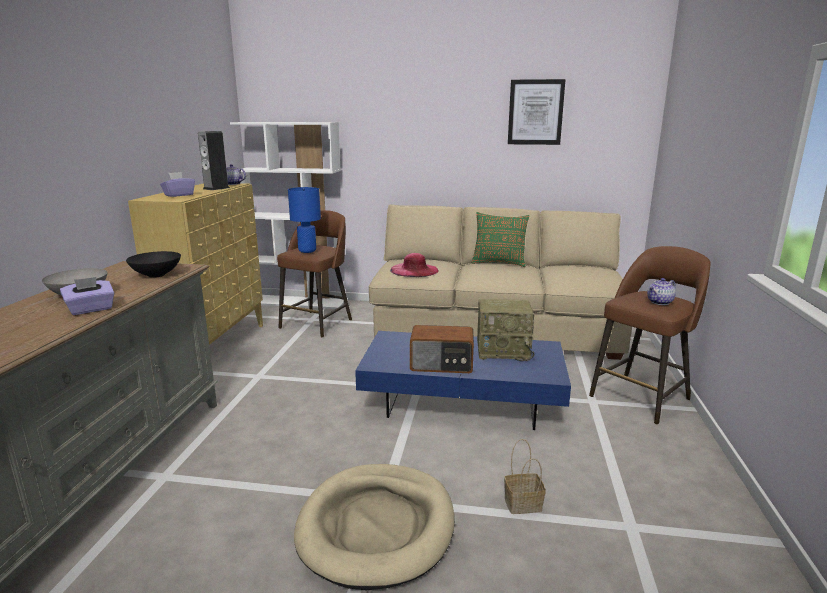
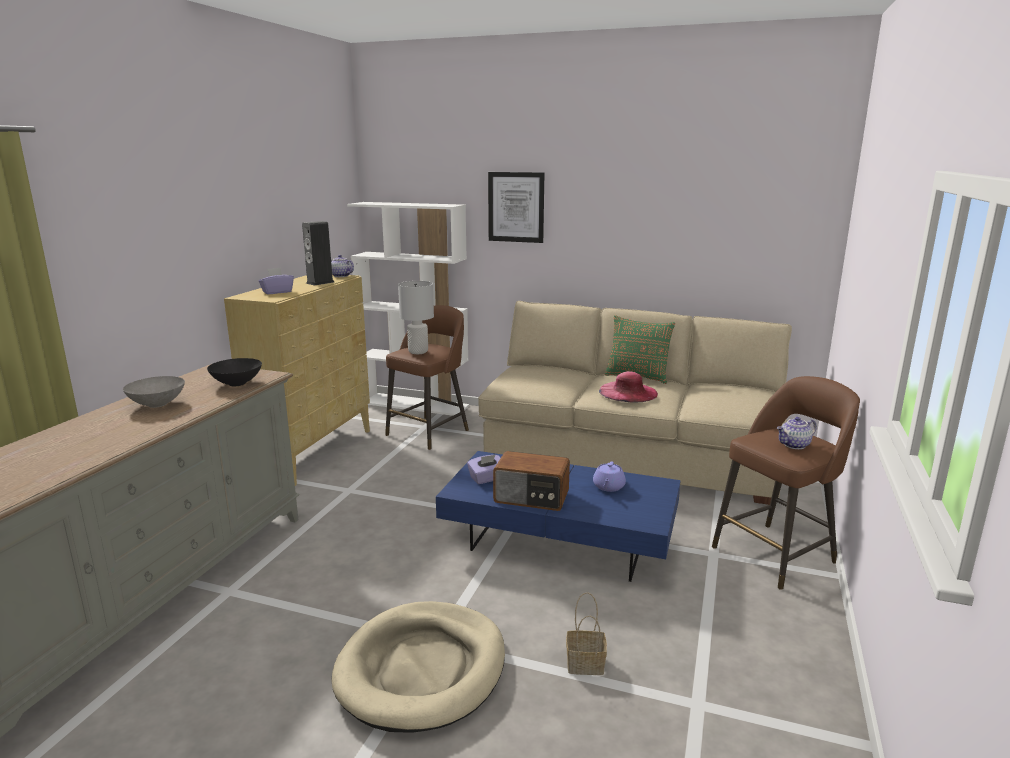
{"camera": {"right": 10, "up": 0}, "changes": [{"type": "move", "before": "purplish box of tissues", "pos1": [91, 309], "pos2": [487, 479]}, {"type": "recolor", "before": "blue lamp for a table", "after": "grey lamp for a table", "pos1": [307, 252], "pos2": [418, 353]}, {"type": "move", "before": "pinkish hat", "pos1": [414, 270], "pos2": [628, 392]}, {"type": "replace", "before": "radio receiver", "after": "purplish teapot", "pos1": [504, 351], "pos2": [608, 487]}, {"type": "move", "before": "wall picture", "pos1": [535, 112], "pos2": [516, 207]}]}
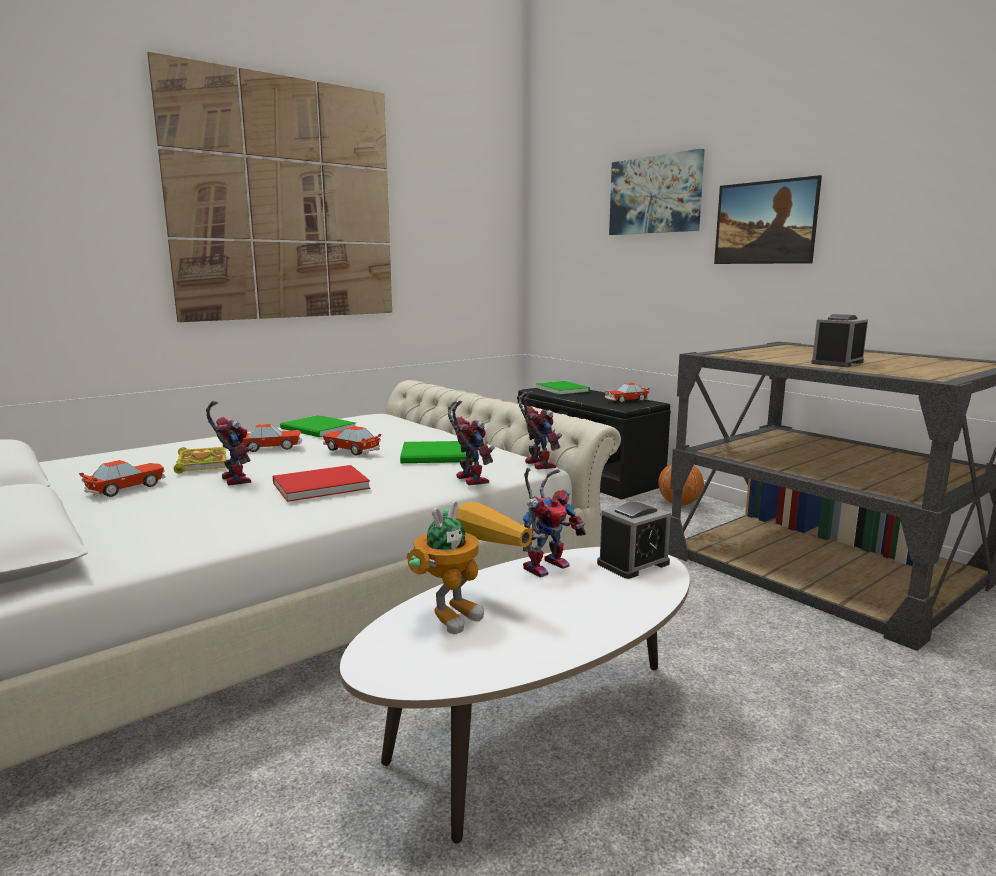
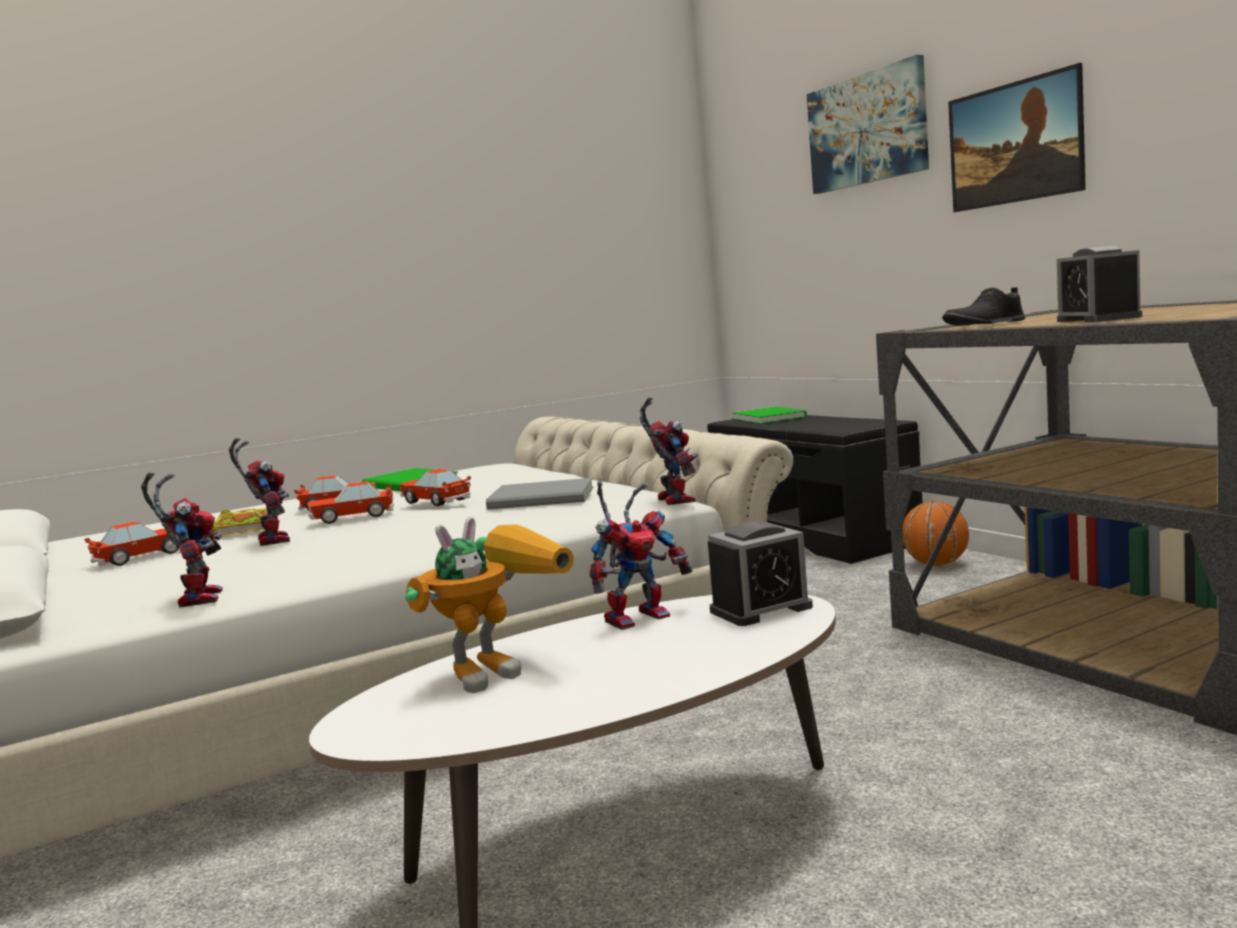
{"camera": {"right": 10, "up": -5}, "changes": [{"type": "delete", "before": "wall picture", "pos1": [285, 201]}, {"type": "delete", "before": "red-coloured volume", "pos1": [317, 485]}, {"type": "recolor", "before": "greenish volume", "after": "grey volume", "pos1": [440, 455], "pos2": [544, 498]}, {"type": "move", "before": "model robot", "pos1": [468, 479], "pos2": [196, 598]}, {"type": "move", "before": "toy car", "pos1": [626, 401], "pos2": [352, 517]}, {"type": "rotate", "before": "bedside clock", "pos1": [837, 363], "pos2": [1098, 319], "turn": -60}, {"type": "insert", "after": "black-coloured low shoe", "pos2": [984, 324]}]}
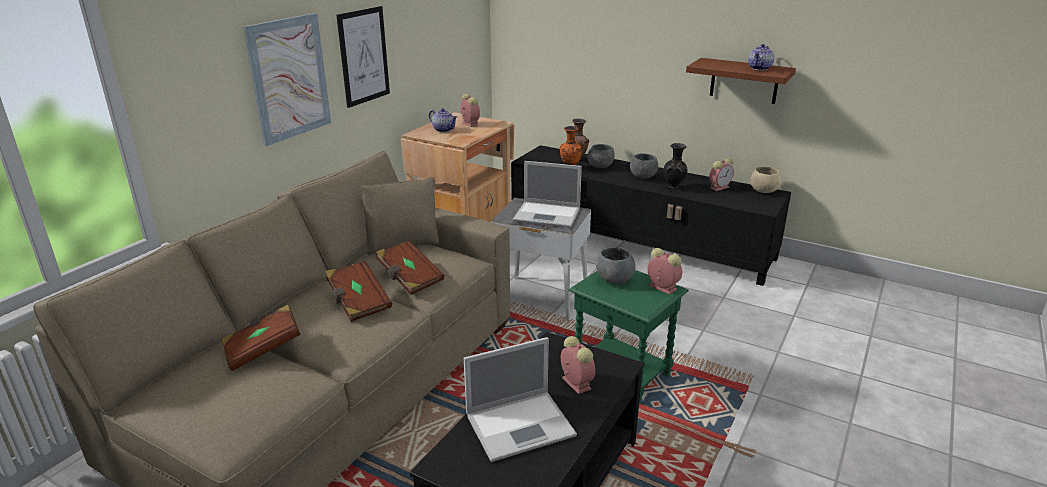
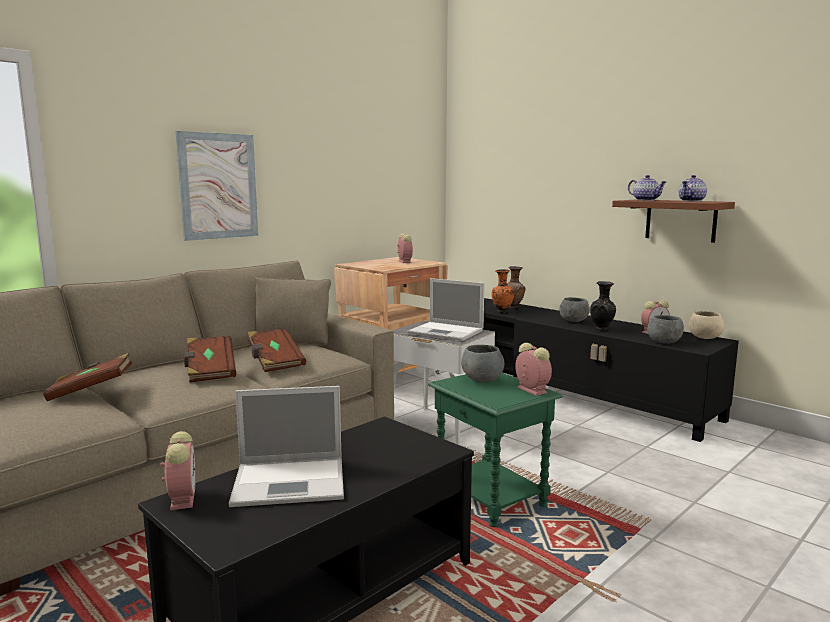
{"camera": {"right": 15, "up": -15}, "changes": [{"type": "delete", "before": "wall picture", "pos1": [363, 56]}, {"type": "move", "before": "teapot", "pos1": [444, 130], "pos2": [646, 200]}, {"type": "move", "before": "bedside clock", "pos1": [575, 382], "pos2": [182, 498]}, {"type": "move", "before": "grey bowl", "pos1": [600, 166], "pos2": [664, 342]}]}
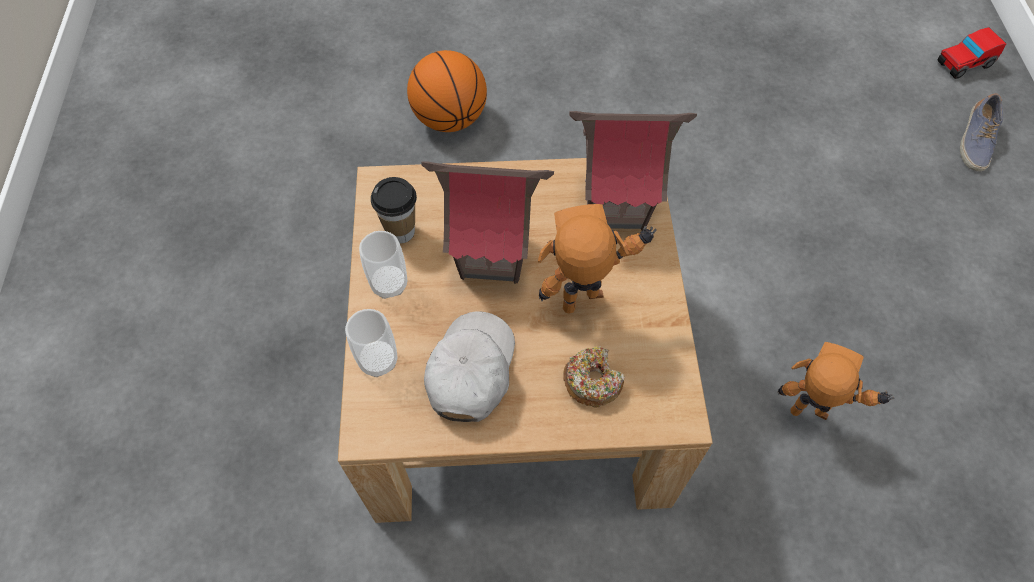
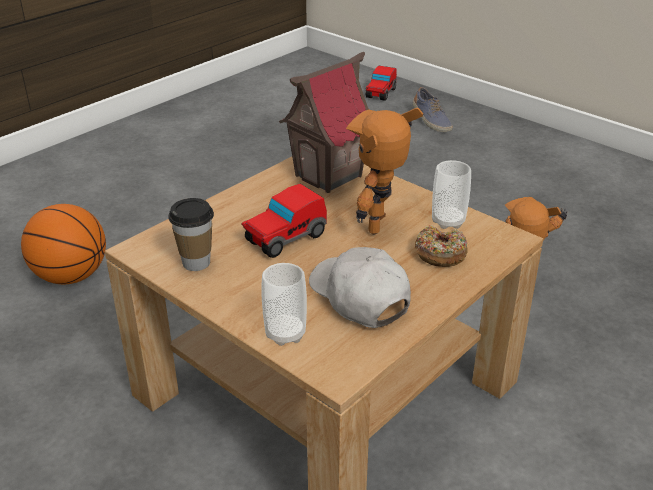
{"camera": {"right": -45, "up": -25}, "changes": [{"type": "move", "before": "cup", "pos1": [389, 284], "pos2": [448, 221]}, {"type": "replace", "before": "toy house", "after": "toy car", "pos1": [492, 258], "pos2": [285, 238]}]}
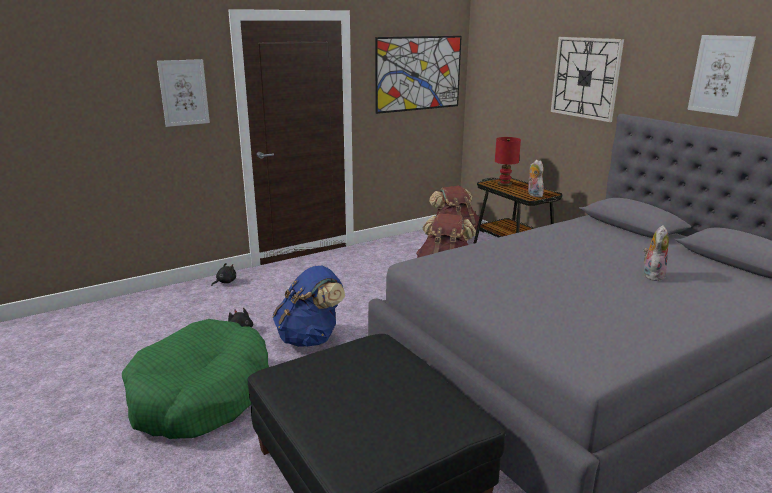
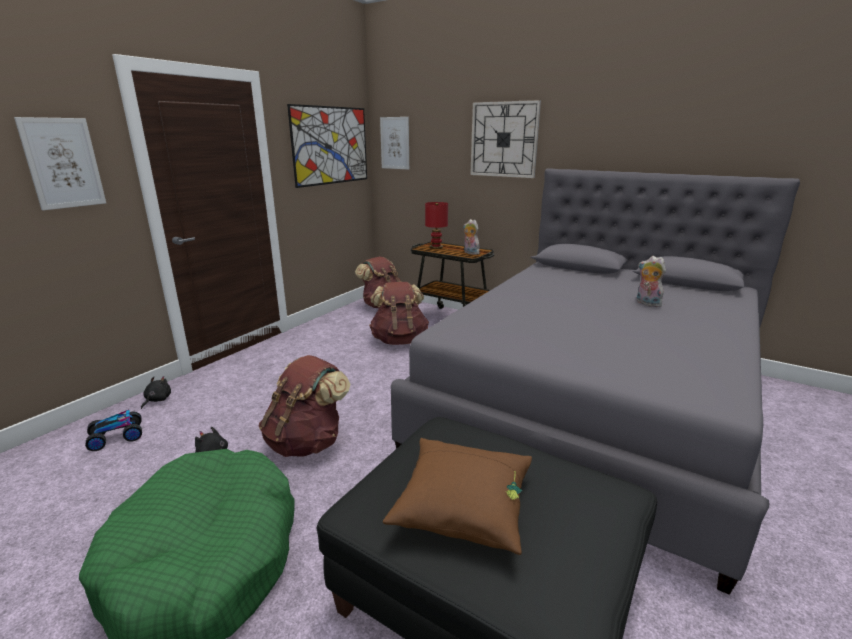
{"camera": {"right": -25, "up": 0}, "changes": [{"type": "recolor", "before": "blue rucksack", "after": "brown-coloured rucksack", "pos1": [310, 338], "pos2": [307, 442]}, {"type": "rotate", "before": "cuddly toy", "pos1": [652, 275], "pos2": [646, 303], "turn": -45}, {"type": "move", "before": "wall picture", "pos1": [720, 75], "pos2": [395, 143]}, {"type": "insert", "after": "toy car", "pos2": [116, 437]}, {"type": "insert", "after": "brown-coloured throw pillow", "pos2": [462, 507]}]}
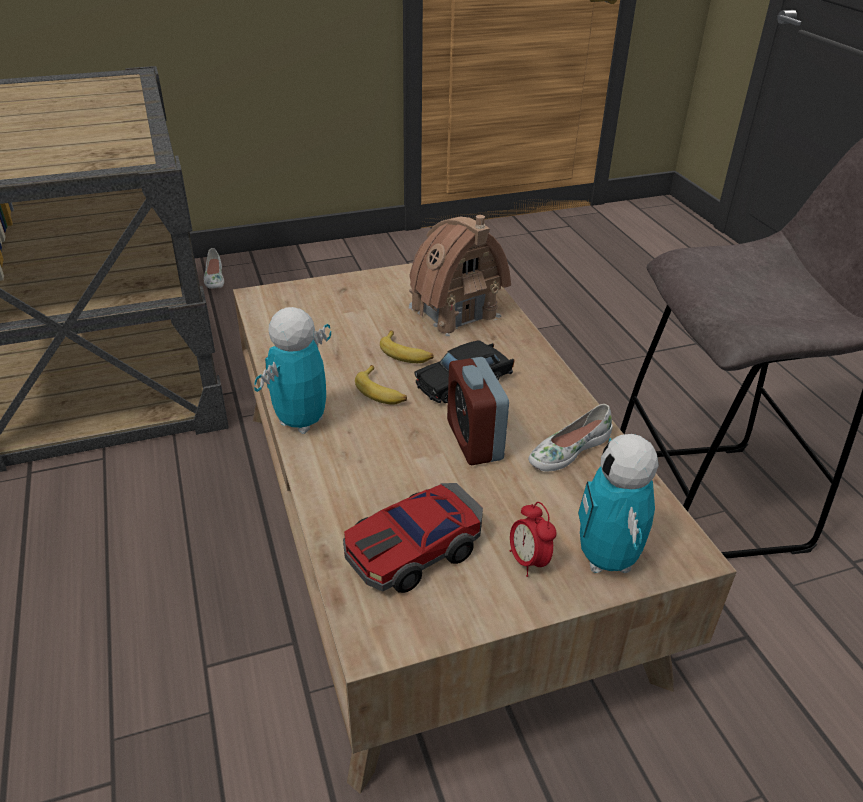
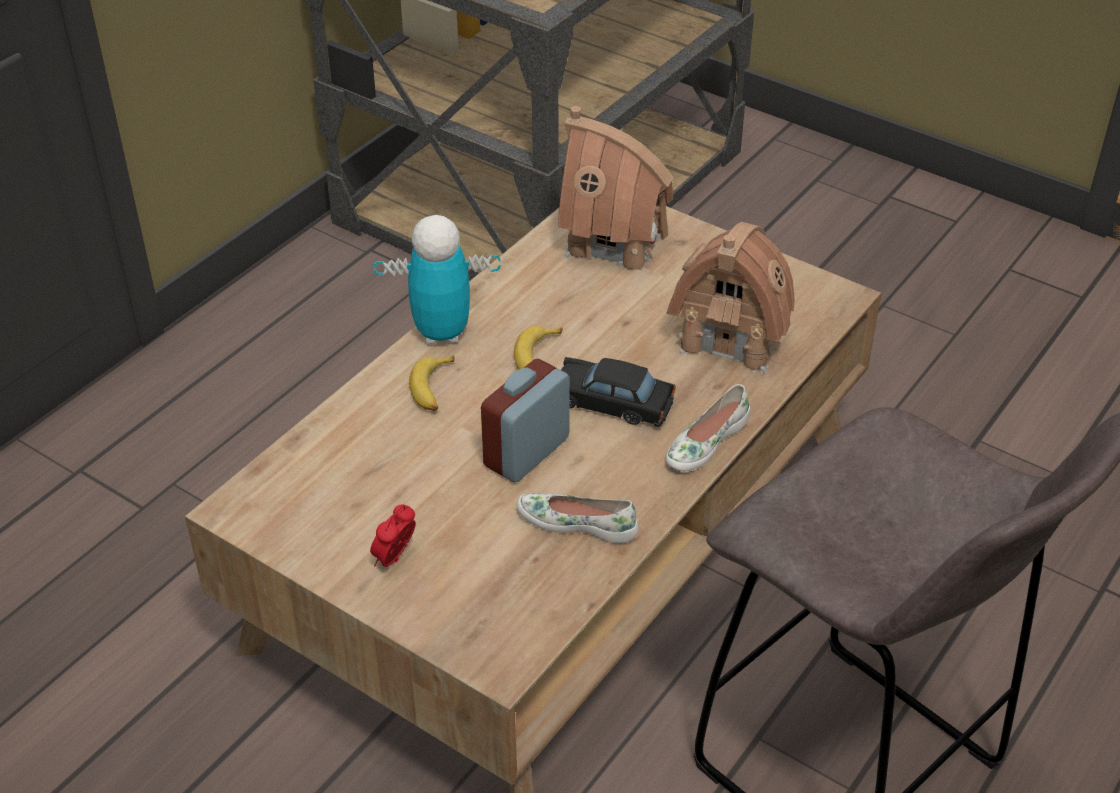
{"camera": {"right": 55, "up": 5}, "changes": [{"type": "move", "before": "white low shoe", "pos1": [214, 278], "pos2": [705, 442]}, {"type": "delete", "before": "toy car", "pos1": [414, 550]}, {"type": "move", "before": "banana", "pos1": [406, 353], "pos2": [433, 389]}, {"type": "delete", "before": "model robot", "pos1": [607, 560]}, {"type": "insert", "after": "toy house", "pos2": [614, 240]}]}
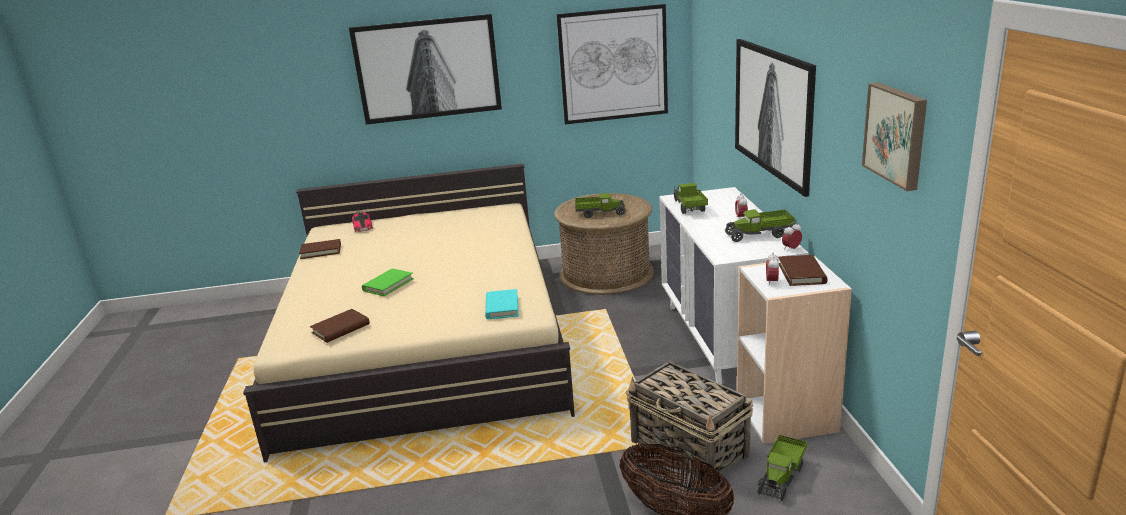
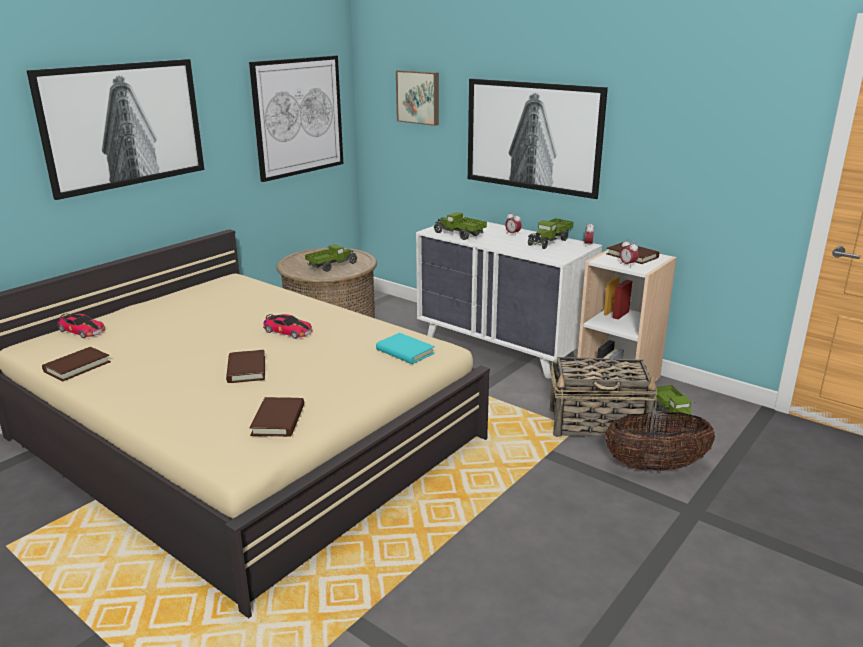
{"camera": {"right": -45, "up": 0}, "changes": [{"type": "recolor", "before": "greenish volume", "after": "brown-coloured volume", "pos1": [388, 285], "pos2": [246, 369]}, {"type": "move", "before": "wall picture", "pos1": [897, 134], "pos2": [419, 97]}, {"type": "insert", "after": "toy car", "pos2": [288, 331]}]}
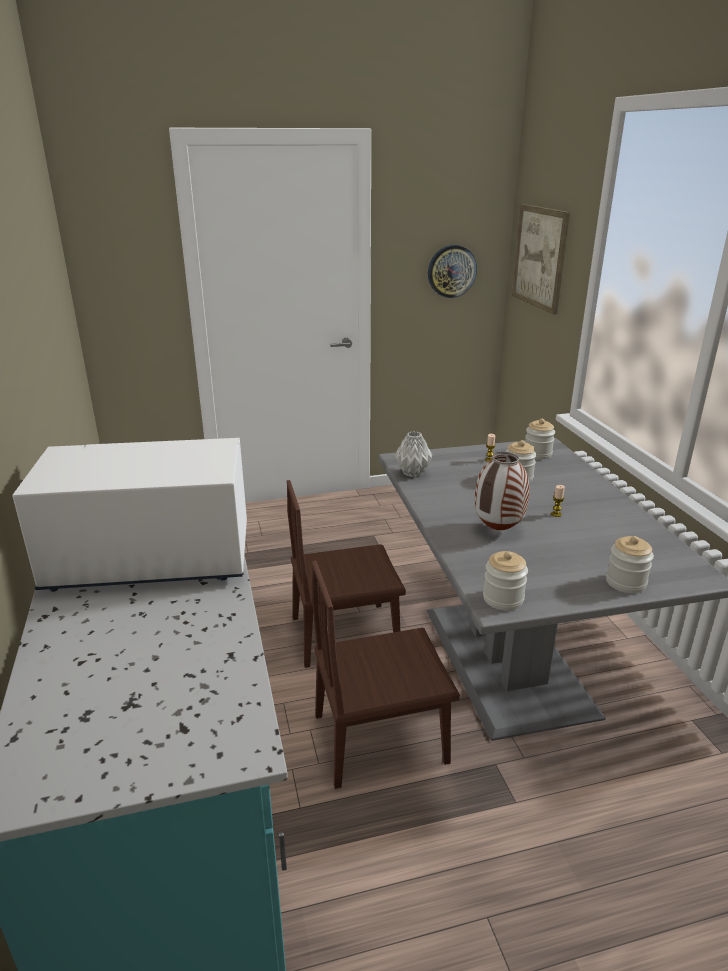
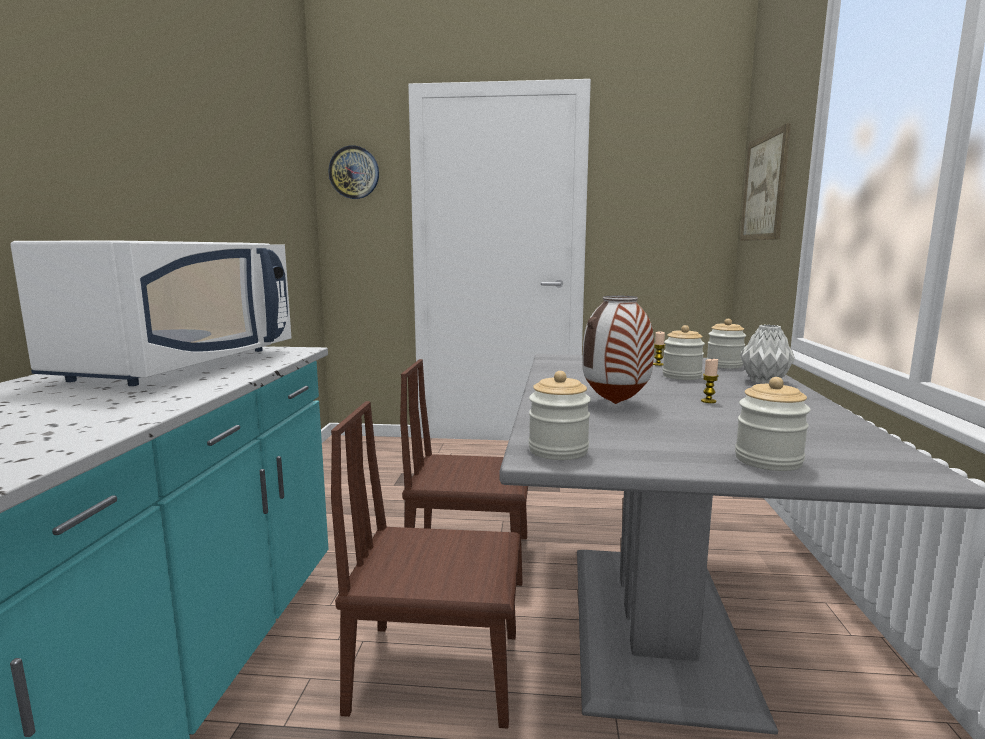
{"camera": {"right": 20, "up": -15}, "changes": [{"type": "rotate", "before": "white microwave", "pos1": [149, 561], "pos2": [182, 365], "turn": 90}, {"type": "move", "before": "grey vase", "pos1": [412, 473], "pos2": [763, 381]}, {"type": "move", "before": "wall clock", "pos1": [451, 271], "pos2": [354, 172]}]}
